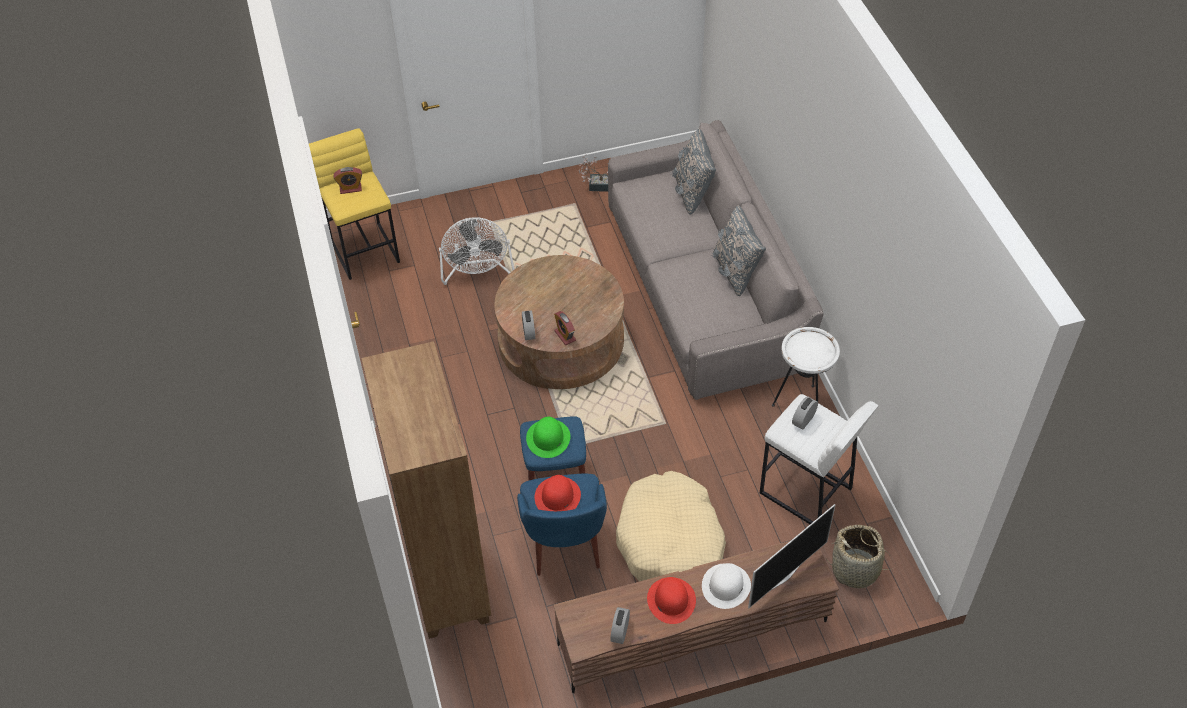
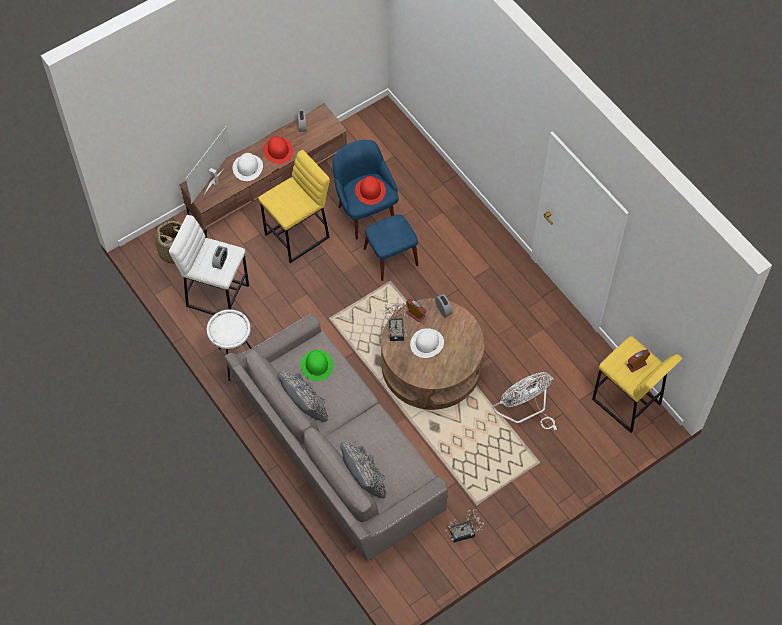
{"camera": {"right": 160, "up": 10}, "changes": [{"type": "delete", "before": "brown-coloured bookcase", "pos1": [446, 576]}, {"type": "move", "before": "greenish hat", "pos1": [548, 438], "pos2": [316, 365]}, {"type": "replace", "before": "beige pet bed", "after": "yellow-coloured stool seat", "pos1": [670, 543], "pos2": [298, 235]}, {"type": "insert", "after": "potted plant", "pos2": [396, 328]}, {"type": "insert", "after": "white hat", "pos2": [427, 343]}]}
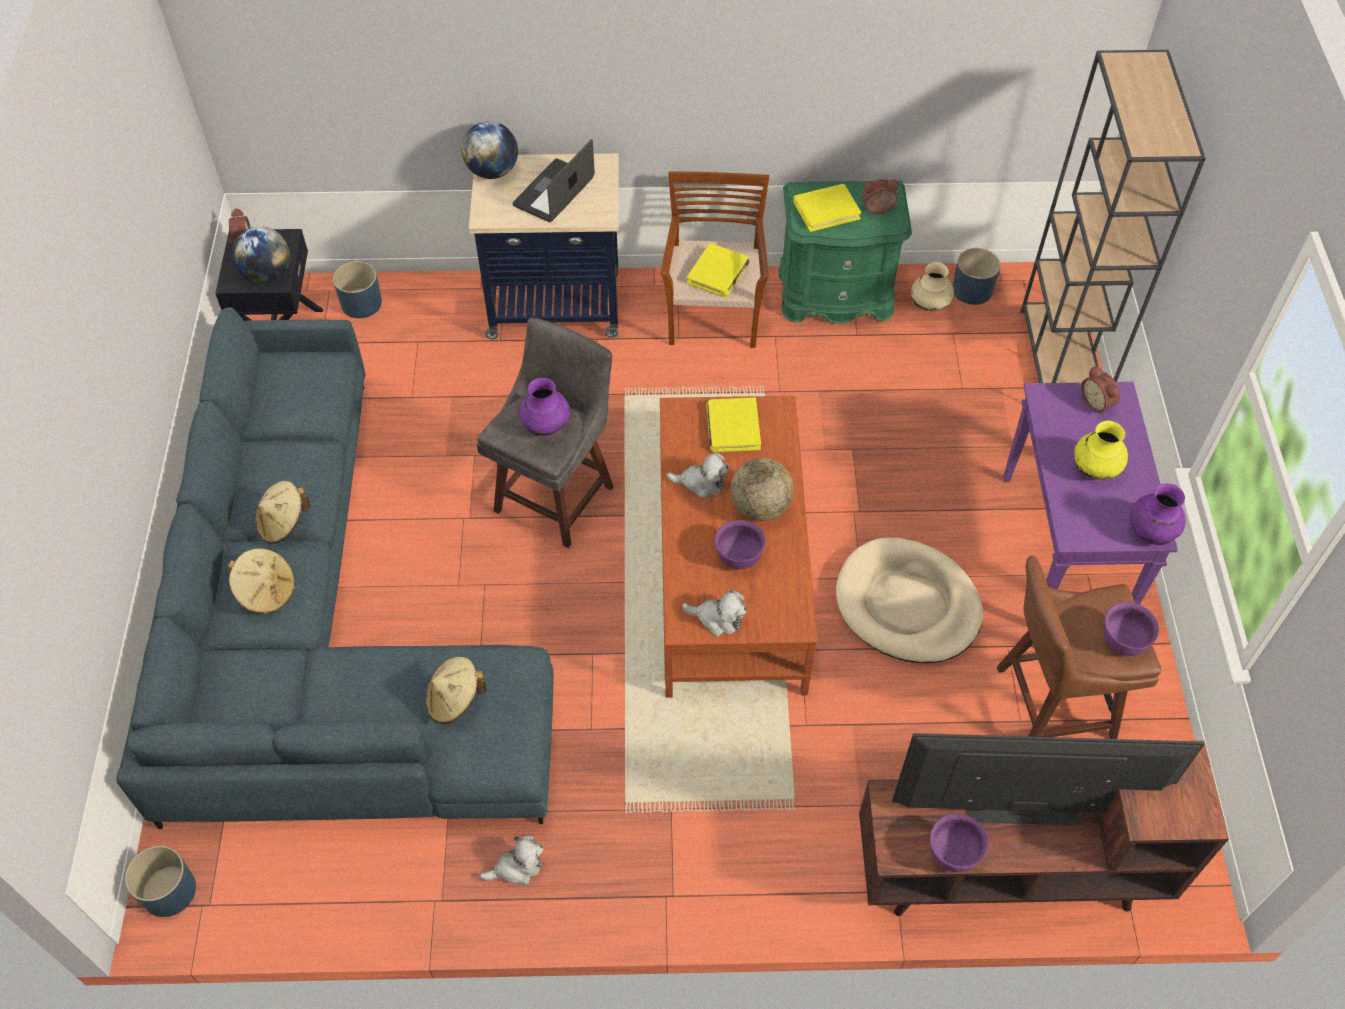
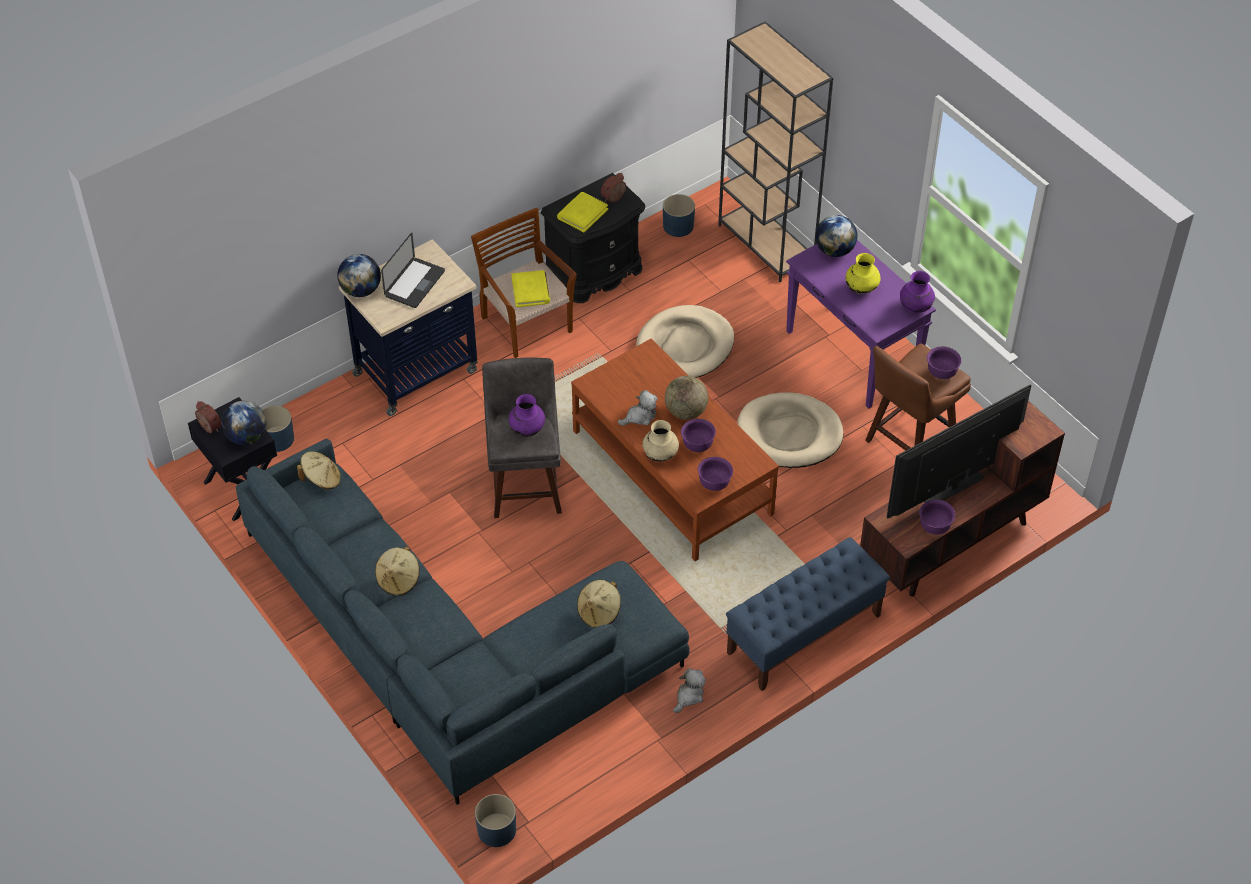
{"camera": {"right": -35, "up": -5}, "changes": [{"type": "move", "before": "beige hat", "pos1": [266, 591], "pos2": [321, 479]}, {"type": "rotate", "before": "laptop", "pos1": [554, 192], "pos2": [414, 284], "turn": -150}, {"type": "replace", "before": "cuddly toy", "after": "purplish bowl", "pos1": [717, 618], "pos2": [714, 484]}, {"type": "delete", "before": "yellow-coloured volume", "pos1": [733, 427]}, {"type": "recolor", "before": "greenish nightstand", "after": "black-coloured nightstand", "pos1": [837, 296], "pos2": [597, 273]}, {"type": "move", "before": "beige vase", "pos1": [929, 305], "pos2": [660, 455]}, {"type": "replace", "before": "bedside clock", "after": "desk globe", "pos1": [1097, 402], "pos2": [834, 250]}, {"type": "insert", "after": "beige pet bed", "pos2": [685, 346]}, {"type": "insert", "after": "blue bench", "pos2": [803, 634]}]}
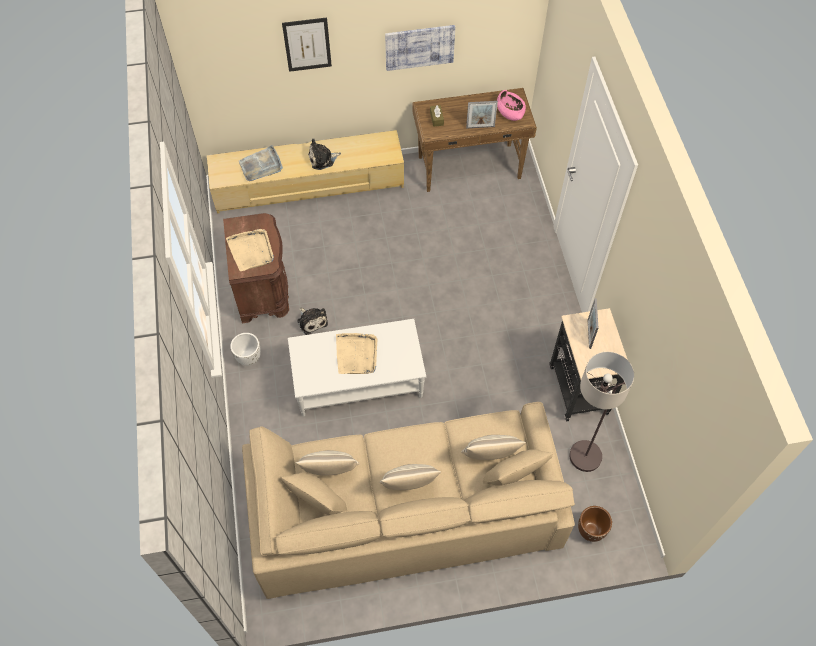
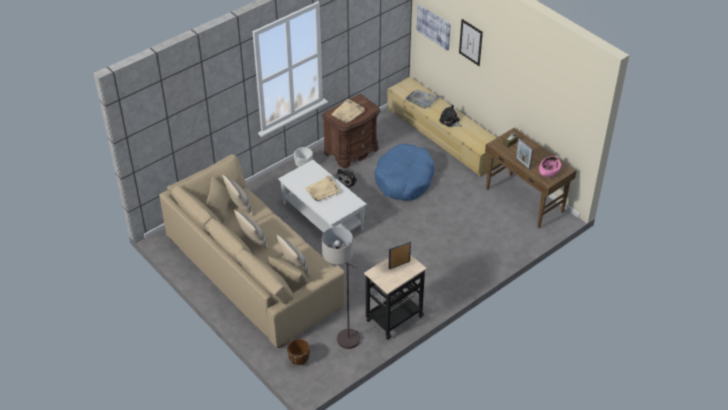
{"camera": {"right": 60, "up": -15}, "changes": [{"type": "move", "before": "wall picture", "pos1": [419, 47], "pos2": [434, 26]}, {"type": "insert", "after": "blue pet bed", "pos2": [404, 179]}]}
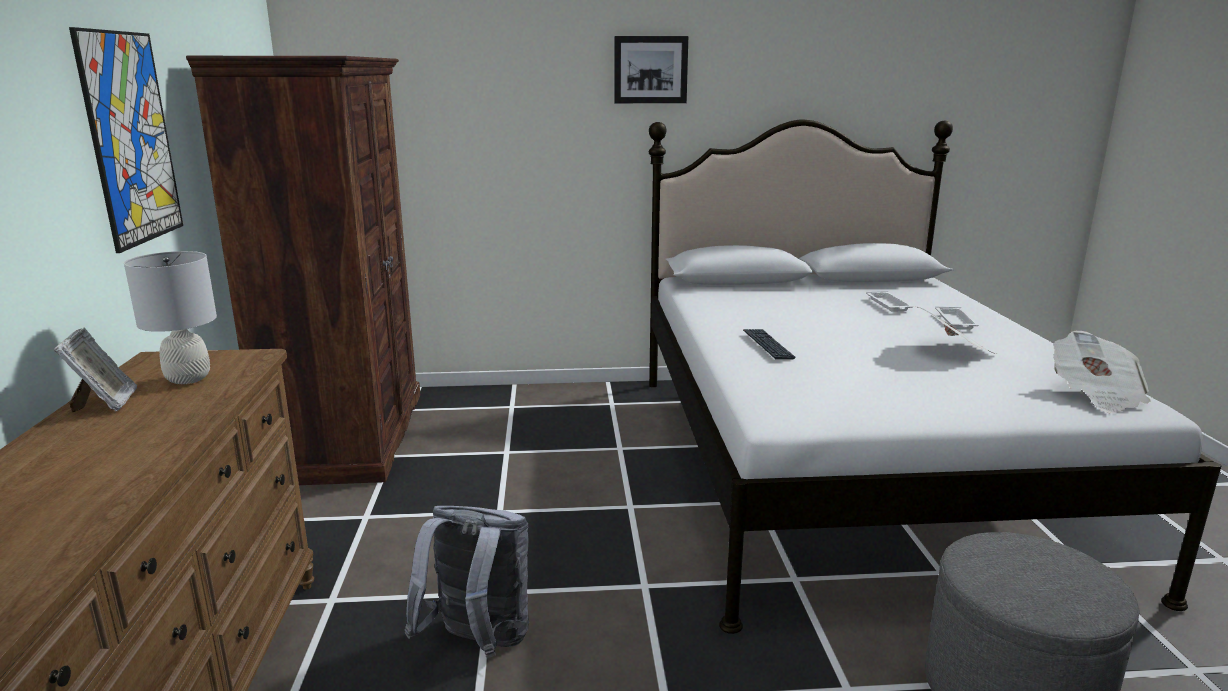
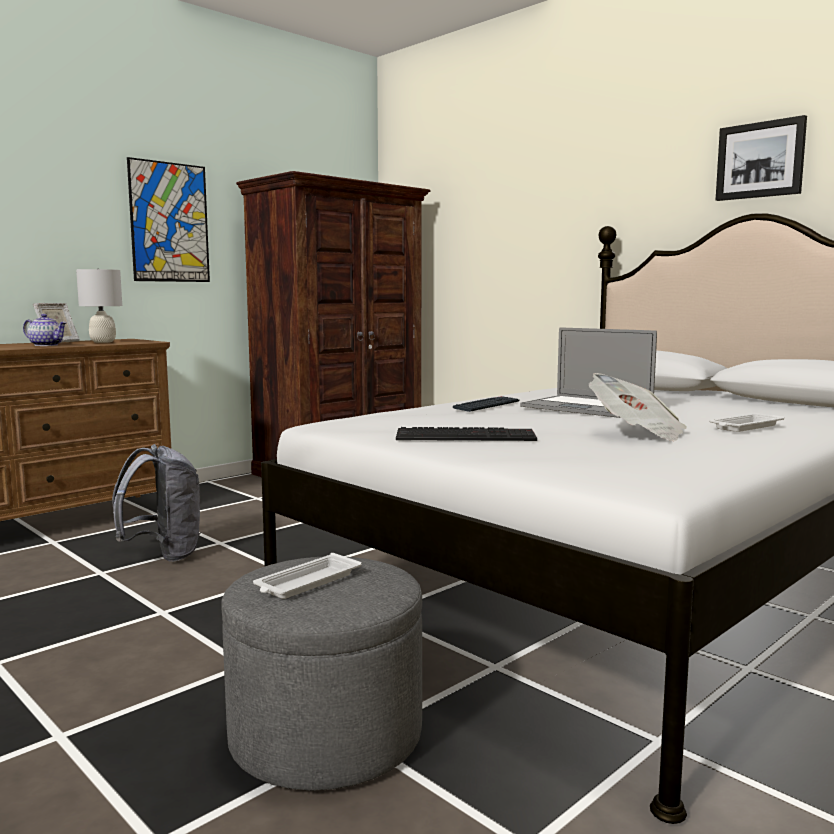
{"camera": {"right": 50, "up": -10}, "changes": [{"type": "move", "before": "wall picture", "pos1": [650, 70], "pos2": [760, 160]}, {"type": "move", "before": "white carrying tray", "pos1": [888, 305], "pos2": [307, 583]}, {"type": "delete", "before": "newspaper", "pos1": [1095, 395]}, {"type": "insert", "after": "teapot", "pos2": [47, 345]}, {"type": "insert", "after": "computer keyboard", "pos2": [467, 436]}, {"type": "insert", "after": "laptop", "pos2": [586, 408]}]}
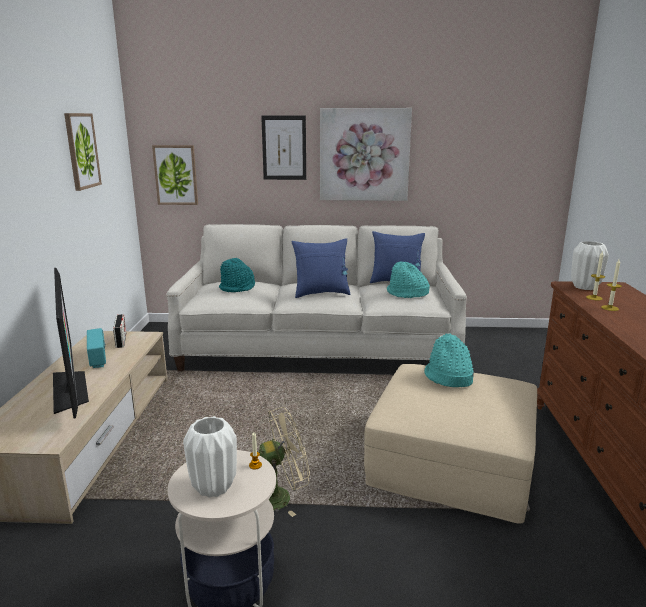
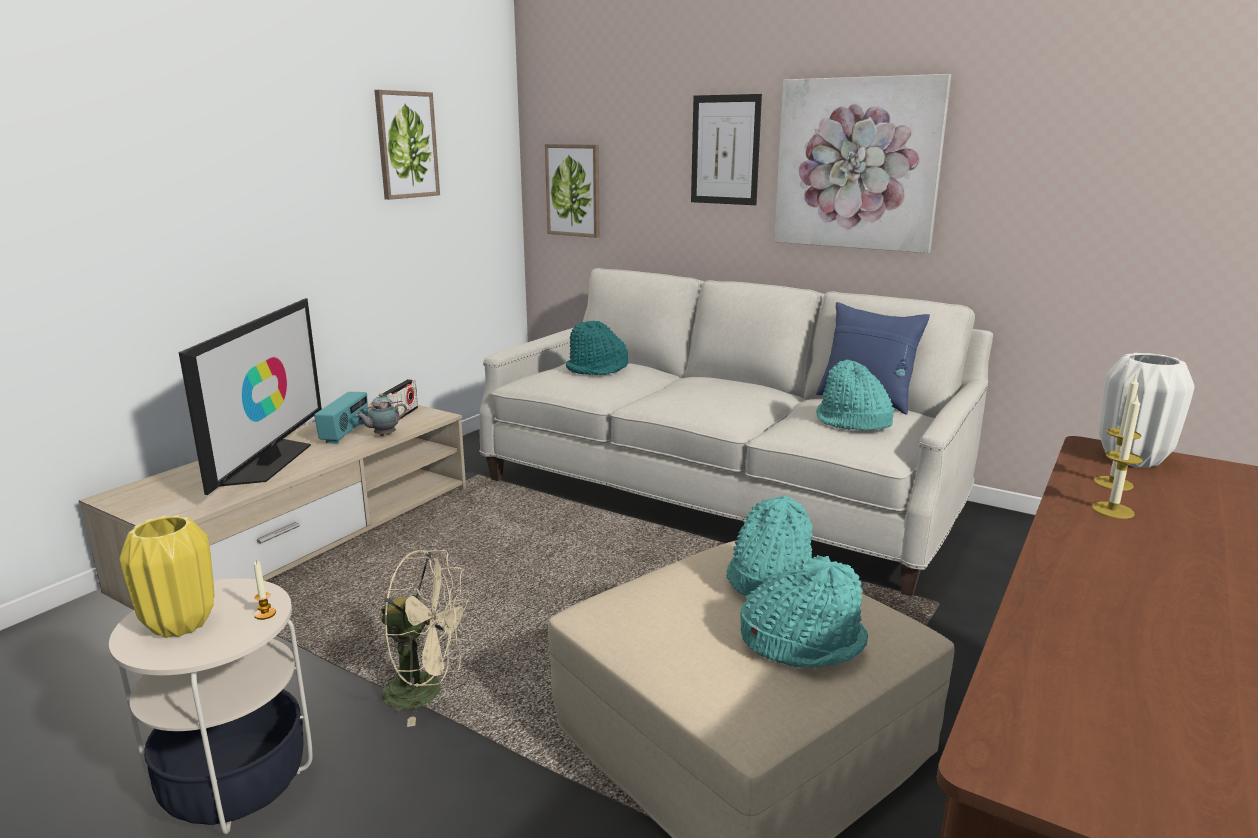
{"camera": {"right": 30, "up": 0}, "changes": [{"type": "recolor", "before": "white vase", "after": "yellow-coloured vase", "pos1": [213, 487], "pos2": [180, 624]}, {"type": "delete", "before": "blue throw pillow", "pos1": [321, 294]}, {"type": "insert", "after": "teapot", "pos2": [383, 435]}, {"type": "insert", "after": "blue-green hat", "pos2": [802, 641]}]}
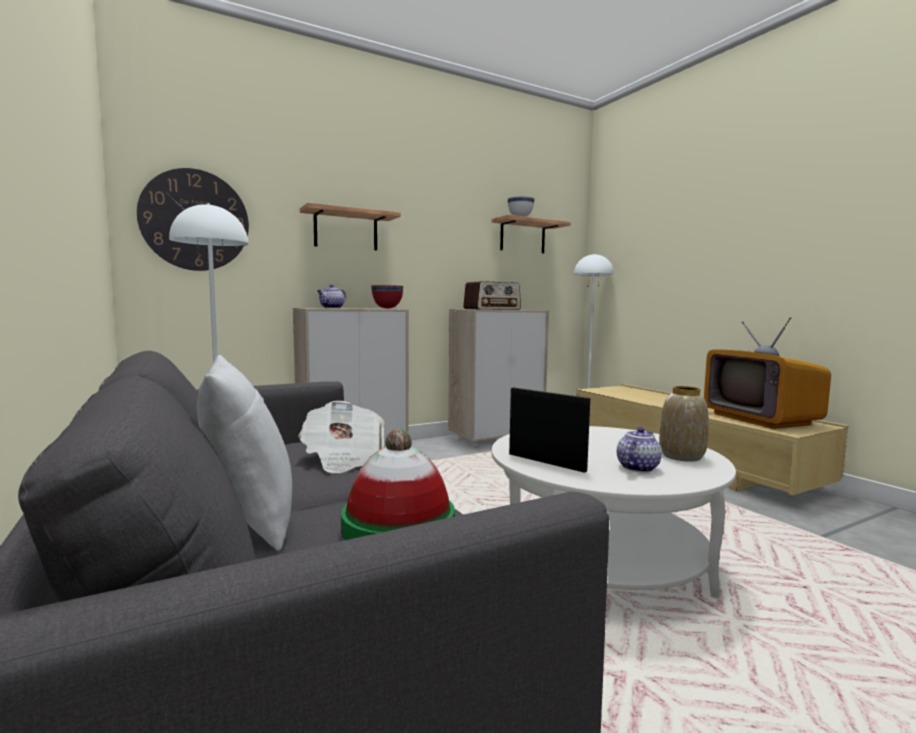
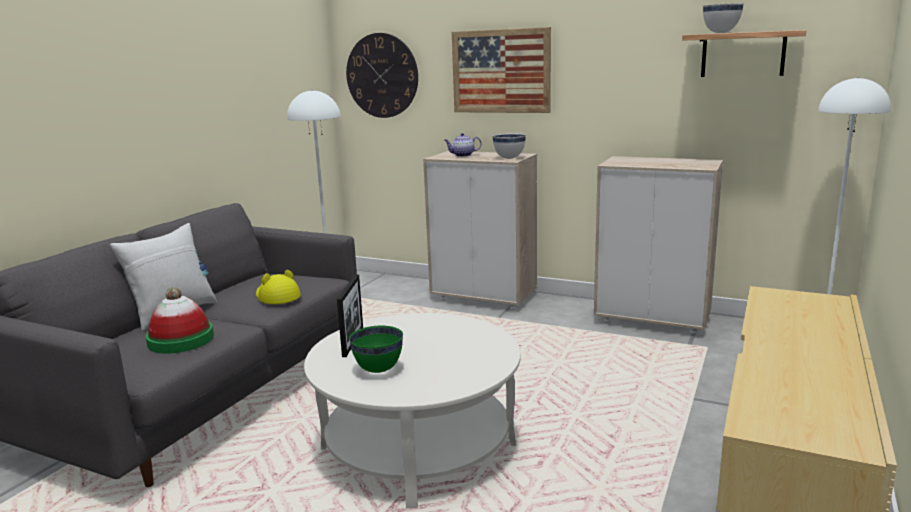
{"camera": {"right": 55, "up": 10}, "changes": [{"type": "replace", "before": "newspaper", "after": "yellow-coloured hat", "pos1": [343, 459], "pos2": [277, 296]}, {"type": "replace", "before": "shelf", "after": "wall picture", "pos1": [346, 230], "pos2": [501, 71]}, {"type": "recolor", "before": "red-coloured bowl", "after": "white bowl", "pos1": [387, 308], "pos2": [509, 158]}, {"type": "delete", "before": "radio receiver", "pos1": [492, 309]}, {"type": "replace", "before": "teapot", "after": "greenish bowl", "pos1": [637, 467], "pos2": [379, 370]}, {"type": "delete", "before": "vase", "pos1": [682, 456]}, {"type": "delete", "before": "television", "pos1": [761, 419]}]}
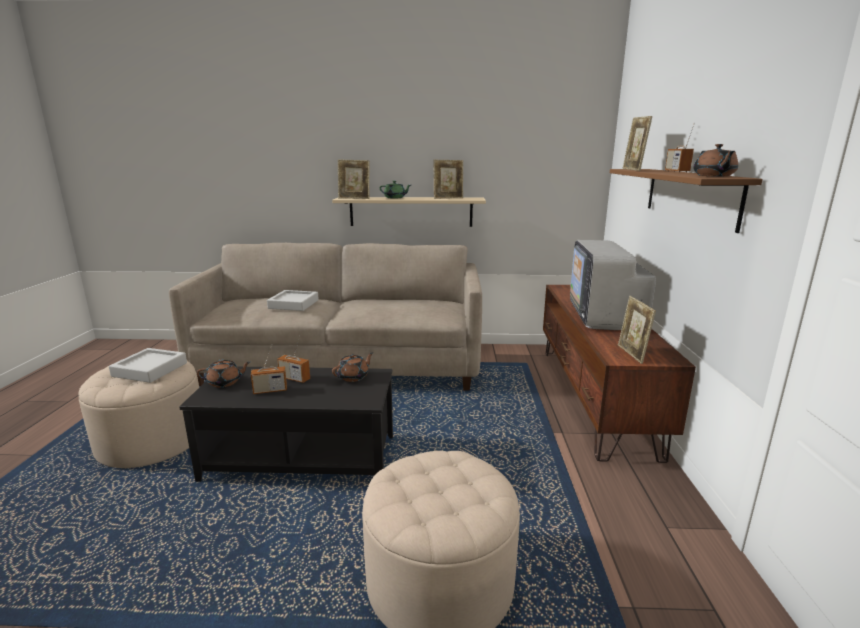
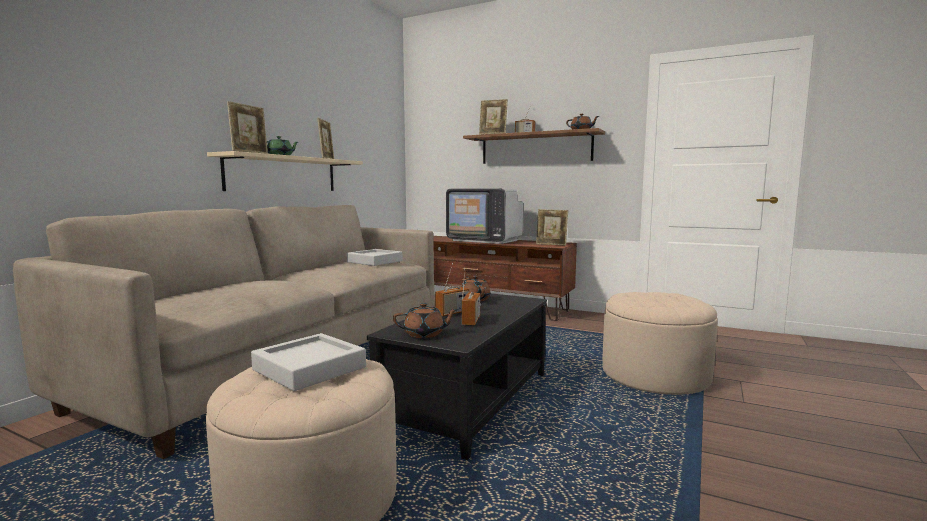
{"camera": {"right": -65, "up": -10}, "changes": [{"type": "rotate", "before": "brown-coloured teapot", "pos1": [225, 382], "pos2": [425, 334], "turn": 75}, {"type": "move", "before": "grey carrying tray", "pos1": [293, 304], "pos2": [375, 261]}]}
